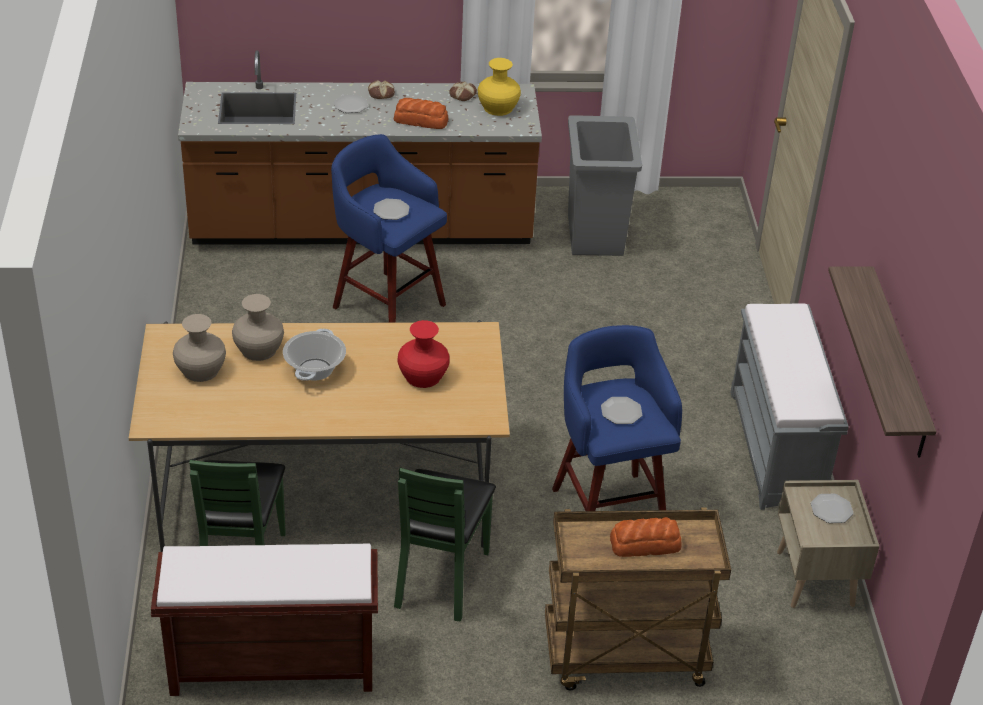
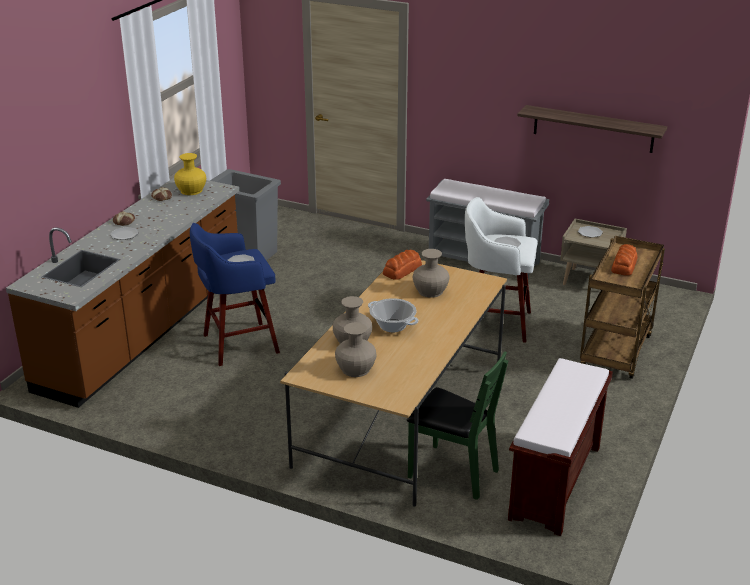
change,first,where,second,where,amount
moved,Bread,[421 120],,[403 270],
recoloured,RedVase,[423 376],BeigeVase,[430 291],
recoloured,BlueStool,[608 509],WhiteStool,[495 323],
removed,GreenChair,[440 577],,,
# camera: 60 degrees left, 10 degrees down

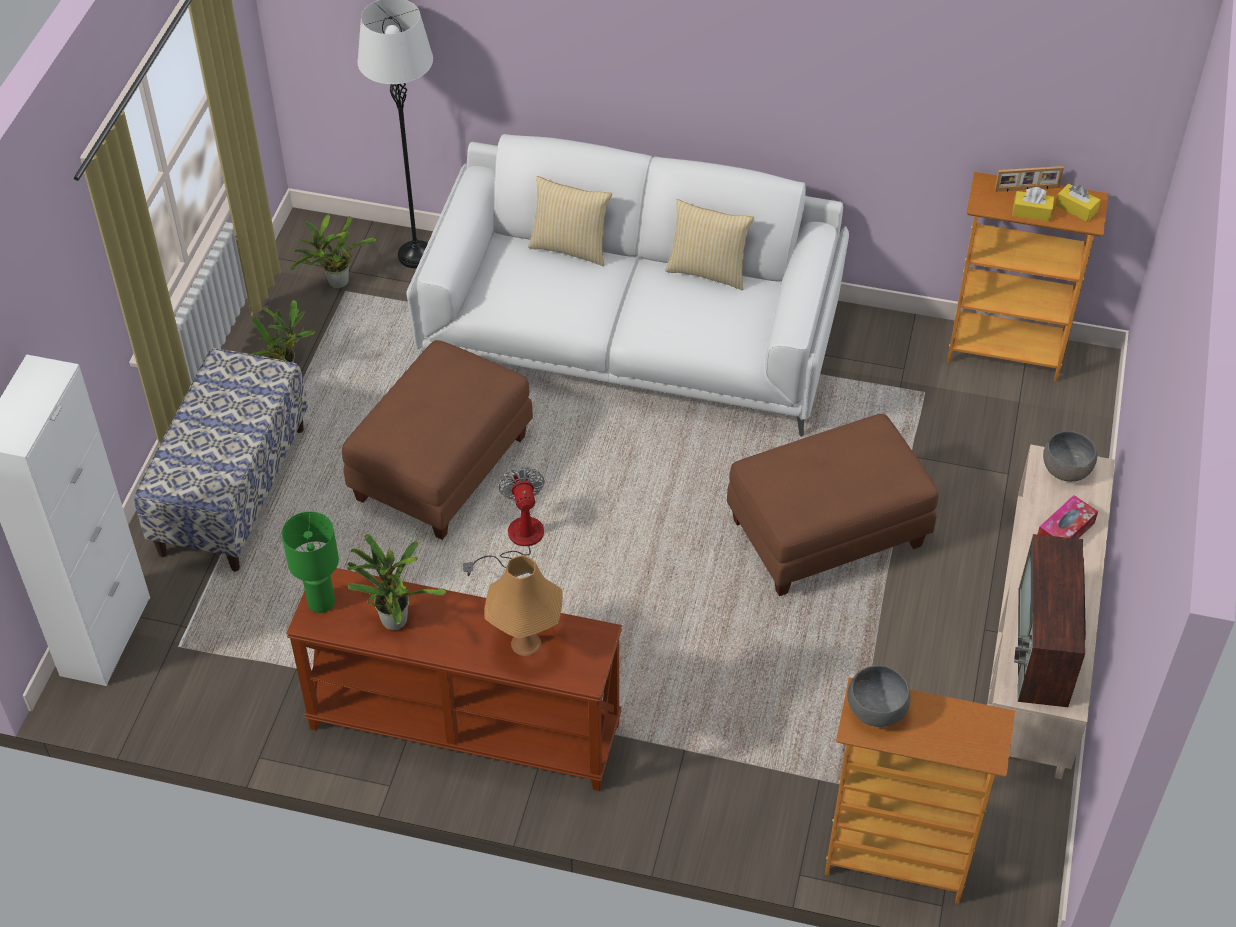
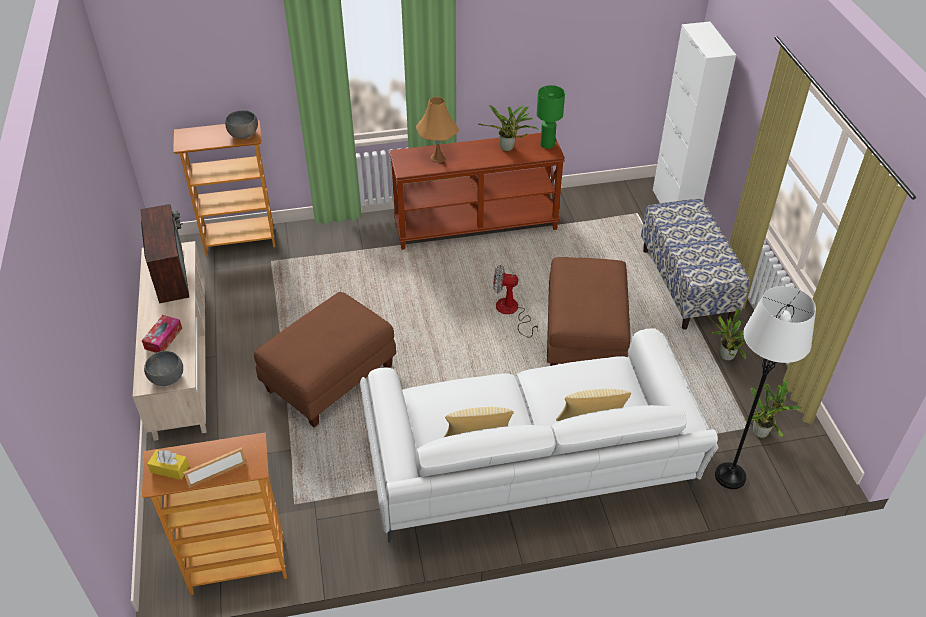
change,first,where,second,where,amount
turned,Fan,[516 541],,[511 312],135 degrees clockwise
removed,YellowTissueBox,[1031 212],,,
# camera: 155 degrees right, 5 degrees down

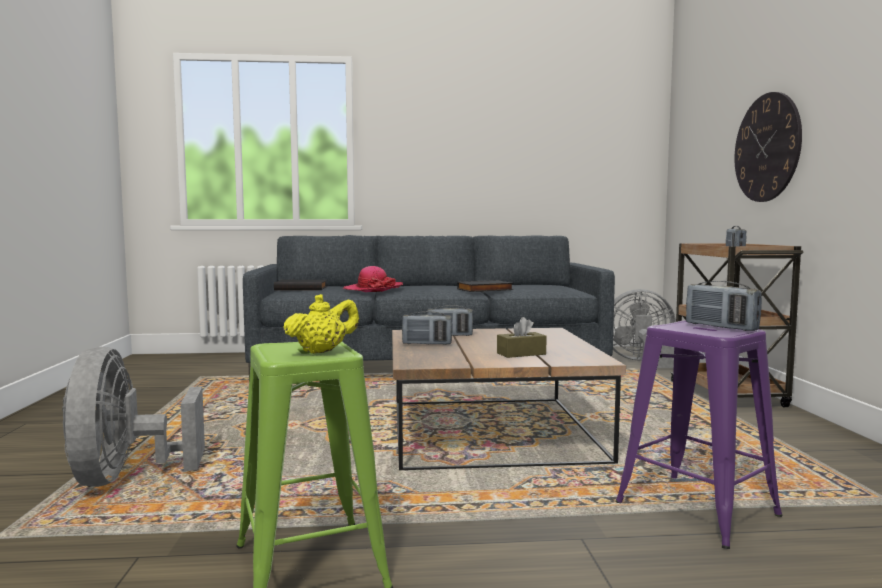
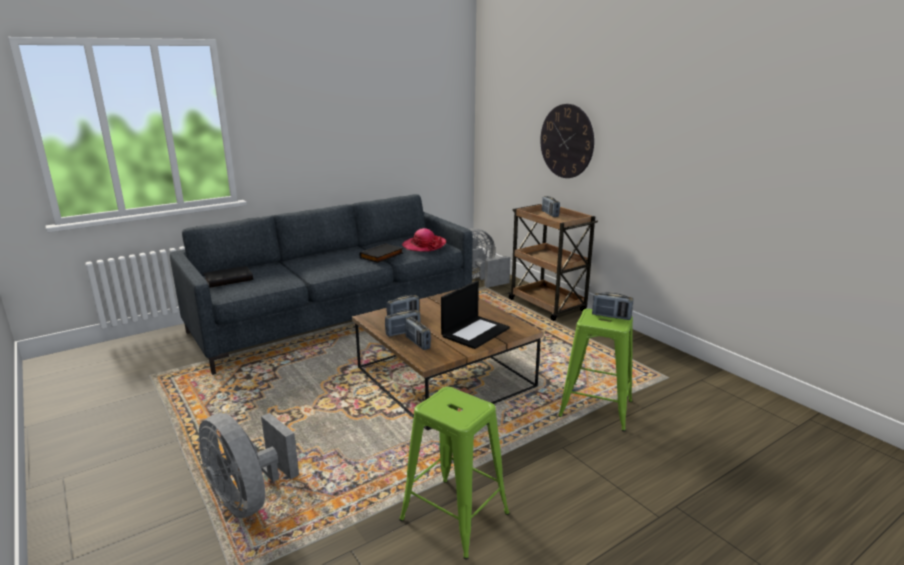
change,first,where,second,where,amount
moved,Hat,[373 289],,[424 245],
added,,,Radio,[417 343],
replaced,BrownTissueBox,[521 354],Laptop,[475 332],
recoloured,PurpleStool,[695 508],GreenStool,[595 408],
removed,YellowTeapot,[322 351],,,
# camera: 30 degrees left, 15 degrees up

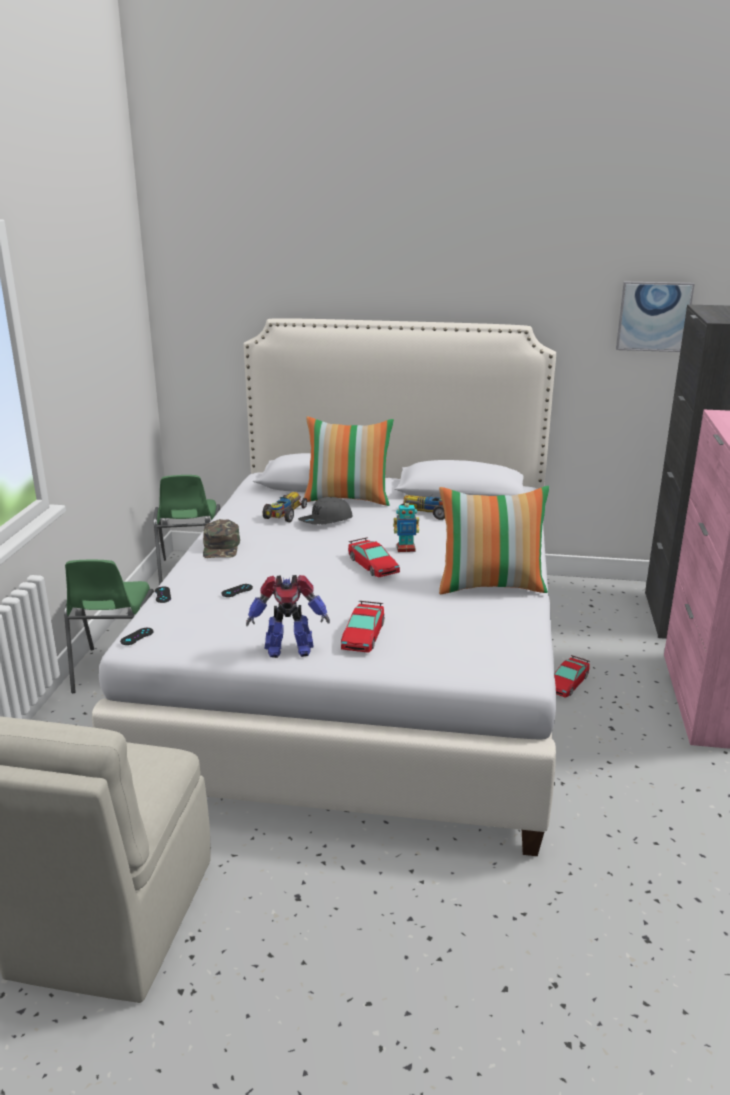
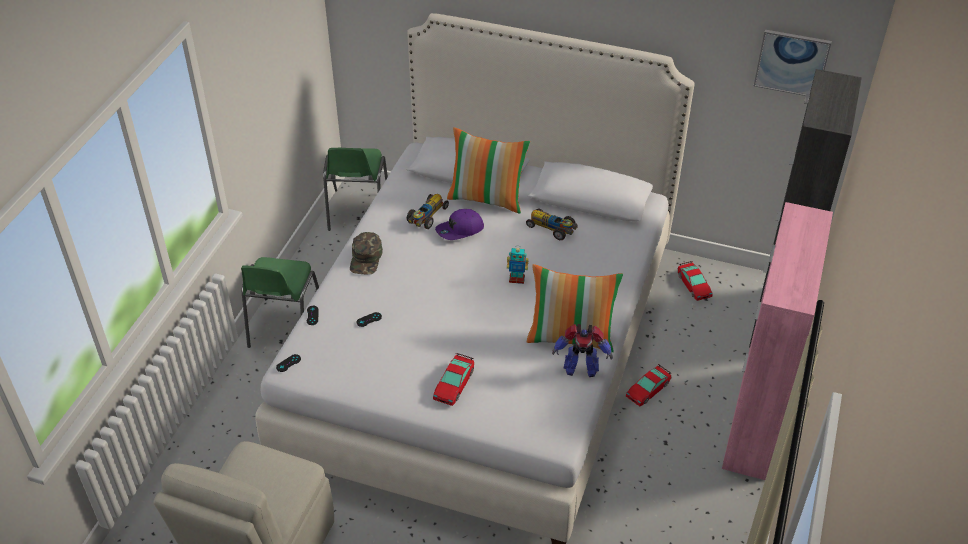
change,first,where,second,where,amount
recoloured,GreyCap,[326 521],PurpleCap,[460 230],
moved,ToyRobot,[288 649],,[580 368],
moved,ToyCar,[372 565],,[693 285],
# camera: 10 degrees right, 20 degrees up

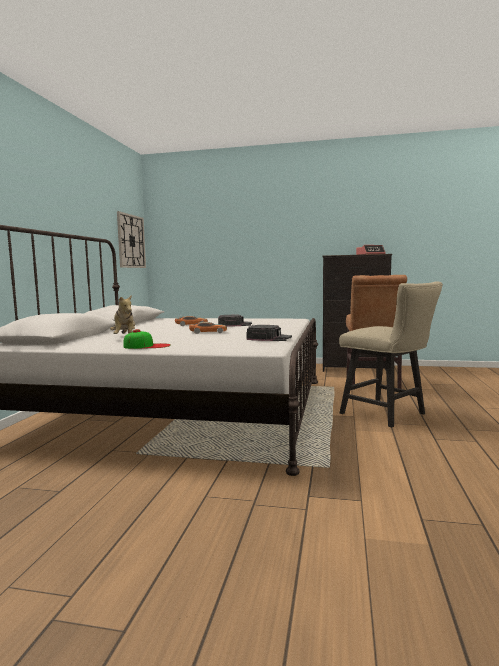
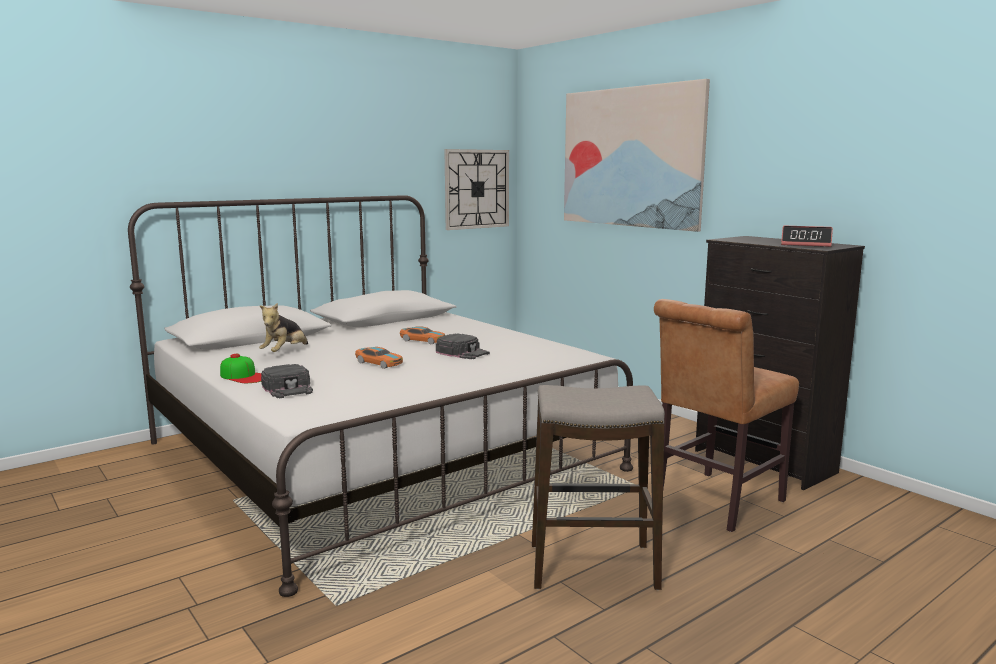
change,first,where,second,where,amount
moved,BlackCap,[269 338],,[288 388],
replaced,BeigeChair,[388 415],Stool,[593 567],
added,,,Picture,[631 157],
# camera: 40 degrees right, 5 degrees up

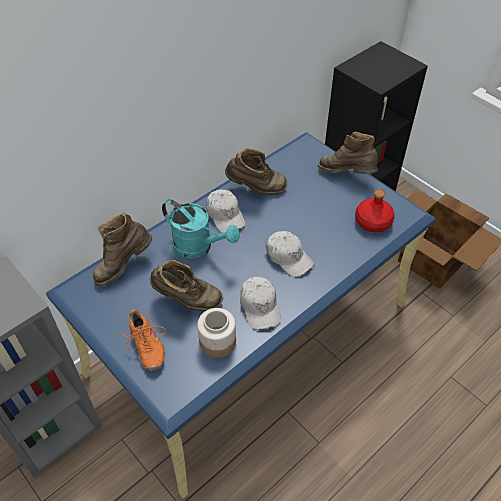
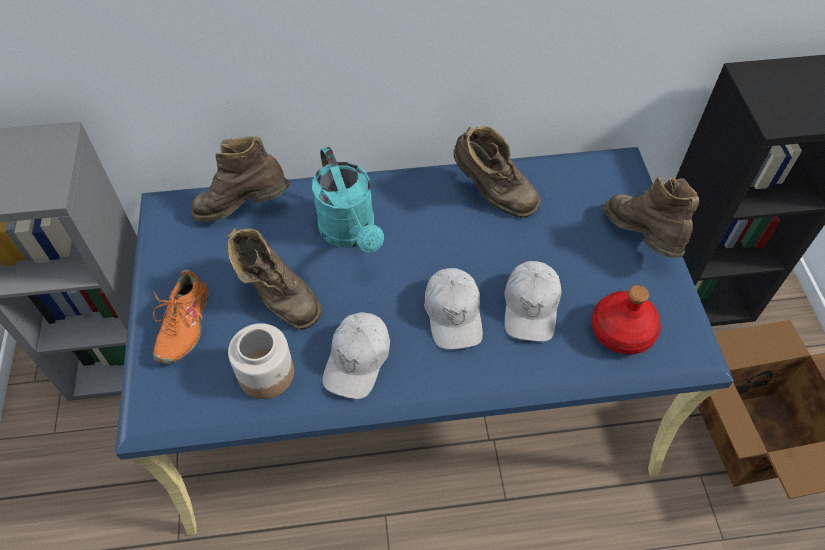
change,first,where,second,where,amount
moved,WhiteCap,[225 215],,[531 306],
# camera: 35 degrees right, 5 degrees up

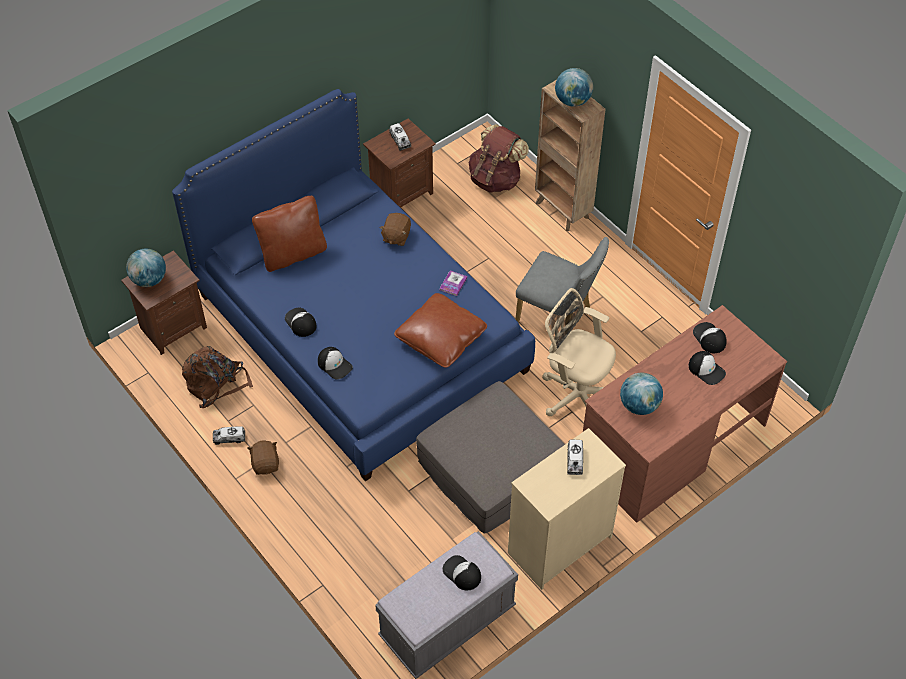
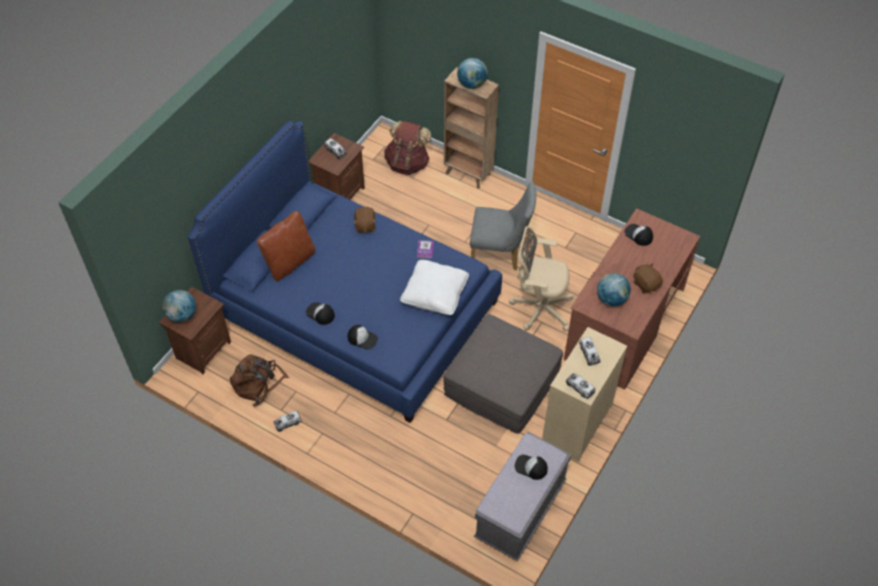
change,first,where,second,where,amount
recoloured,BrownPillow,[441 338],WhitePillow,[435 294],
added,,,ToyTruck,[579 388],
moved,BrownPlushToy,[266 464],,[646 284],
removed,Cap,[706 370],,,
# camera: 20 degrees left, 0 degrees up

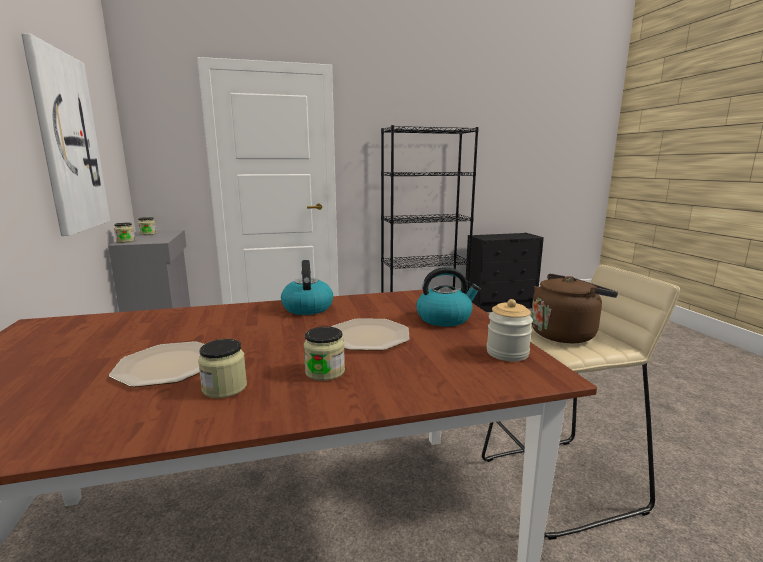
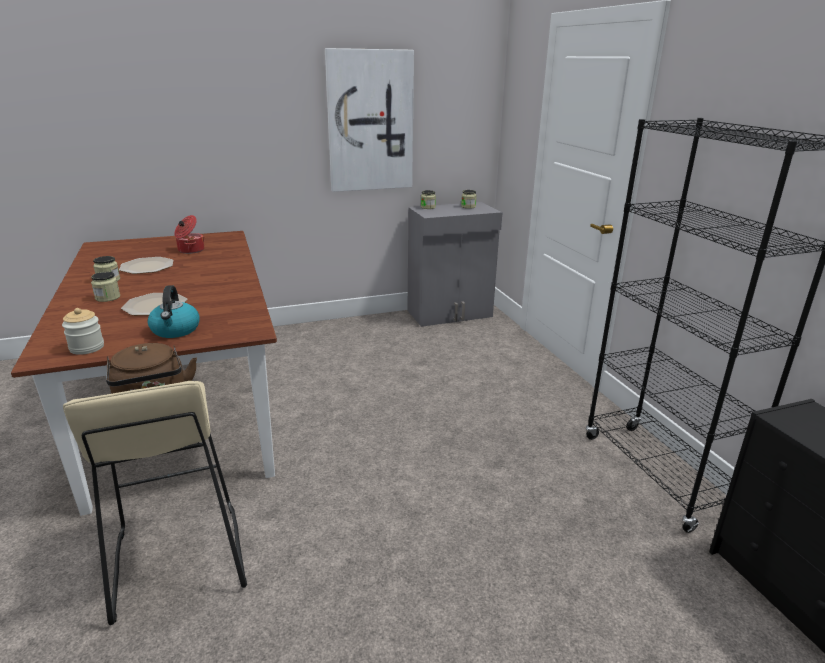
change,first,where,second,where,amount
added,,,CookingPot,[190 250],
removed,Kettle,[307 308],,,
# camera: 85 degrees right, 10 degrees up

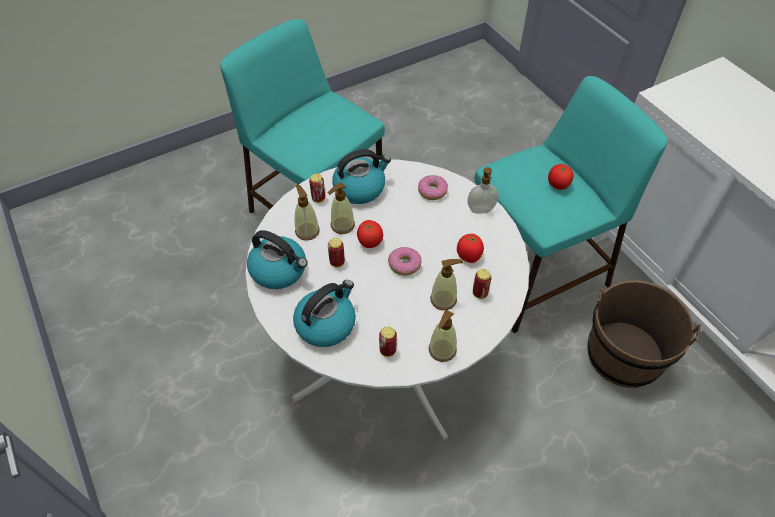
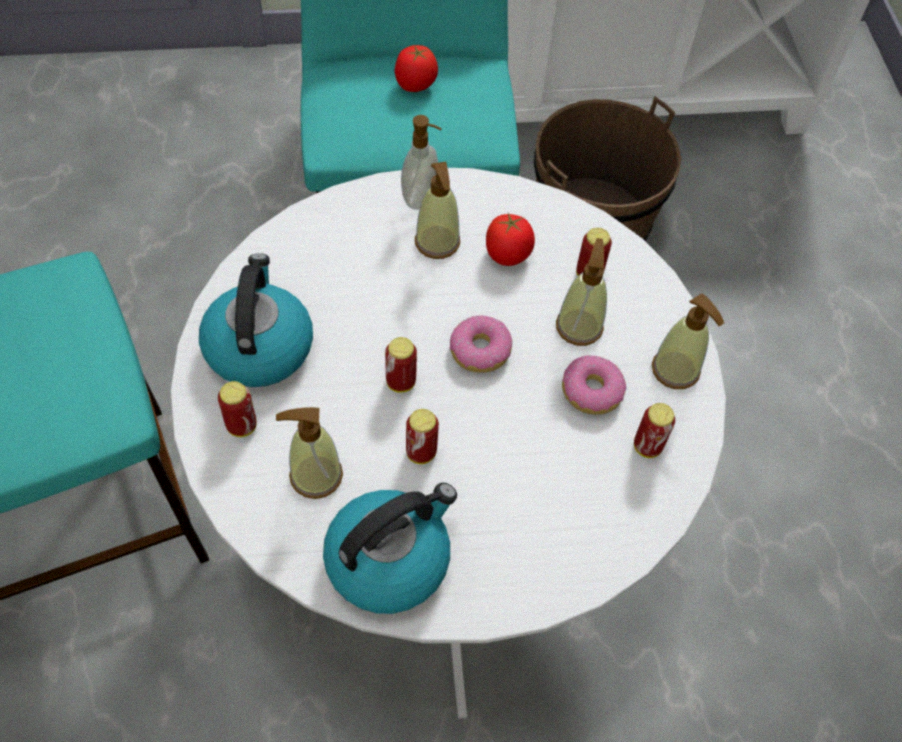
change,first,where,second,where,amount
replaced,Tomato,[369 242],Can,[401 382],
moved,SoapDispenser,[342 225],,[437 242],
moved,Donut,[432 191],,[592 391],
removed,Kettle,[326 324],,,
# camera: 70 degrees left, 5 degrees up

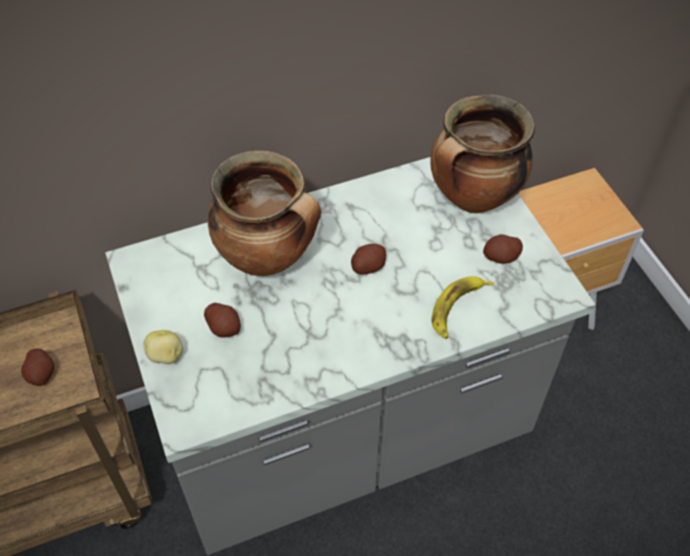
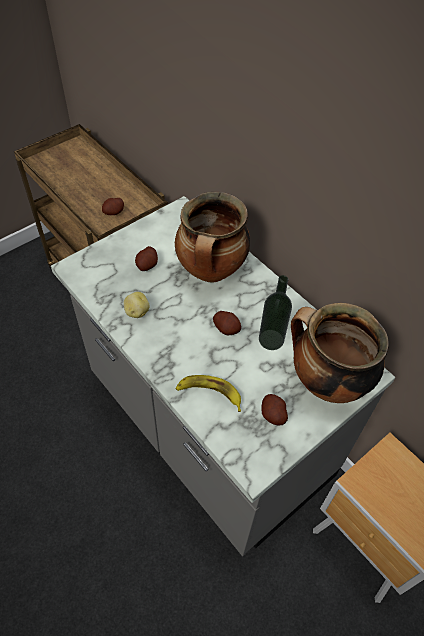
change,first,where,second,where,amount
moved,Potato,[166 356],,[136 312],
added,,,Bottle,[271 339],
# camera: 70 degrees right, 0 degrees up

